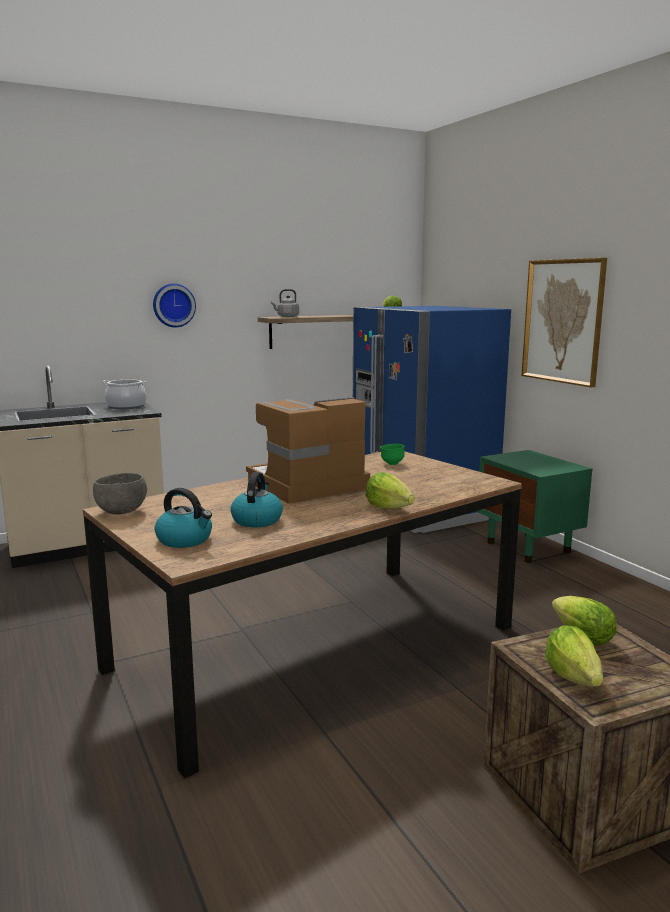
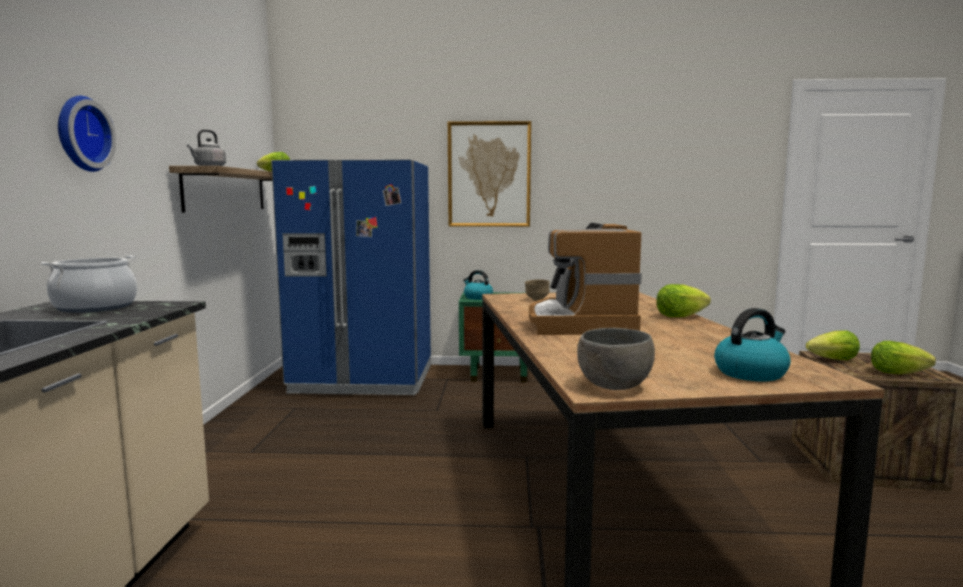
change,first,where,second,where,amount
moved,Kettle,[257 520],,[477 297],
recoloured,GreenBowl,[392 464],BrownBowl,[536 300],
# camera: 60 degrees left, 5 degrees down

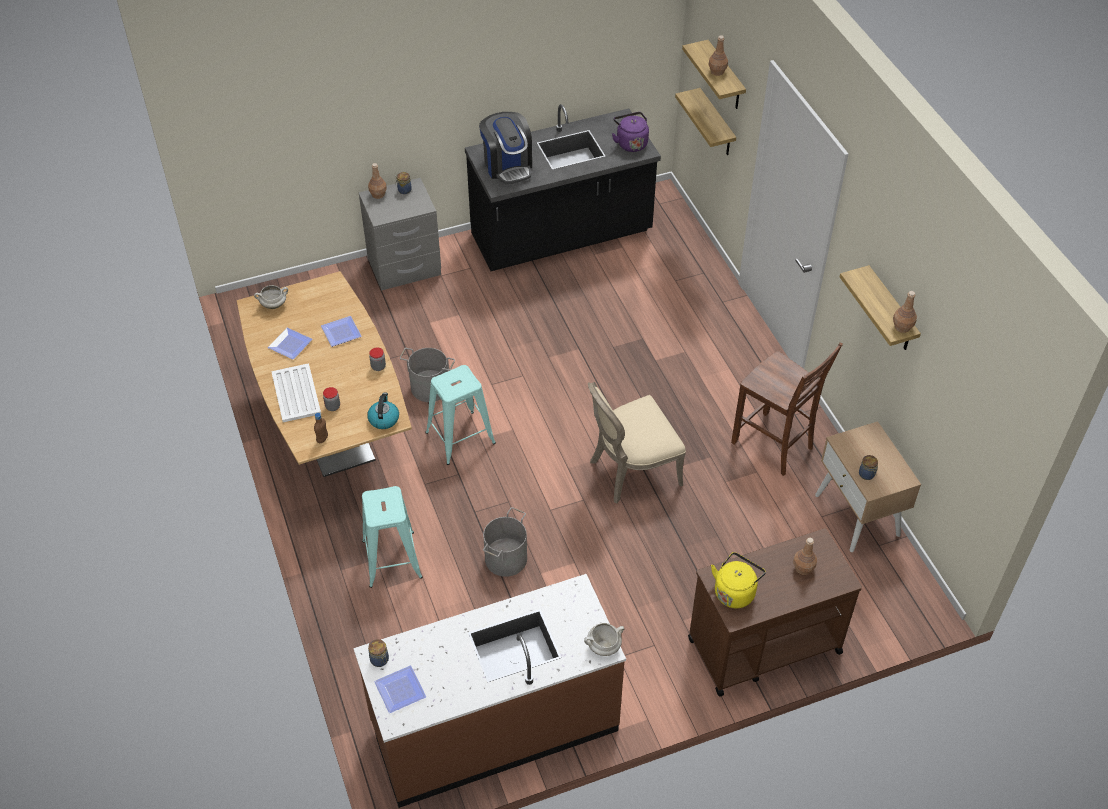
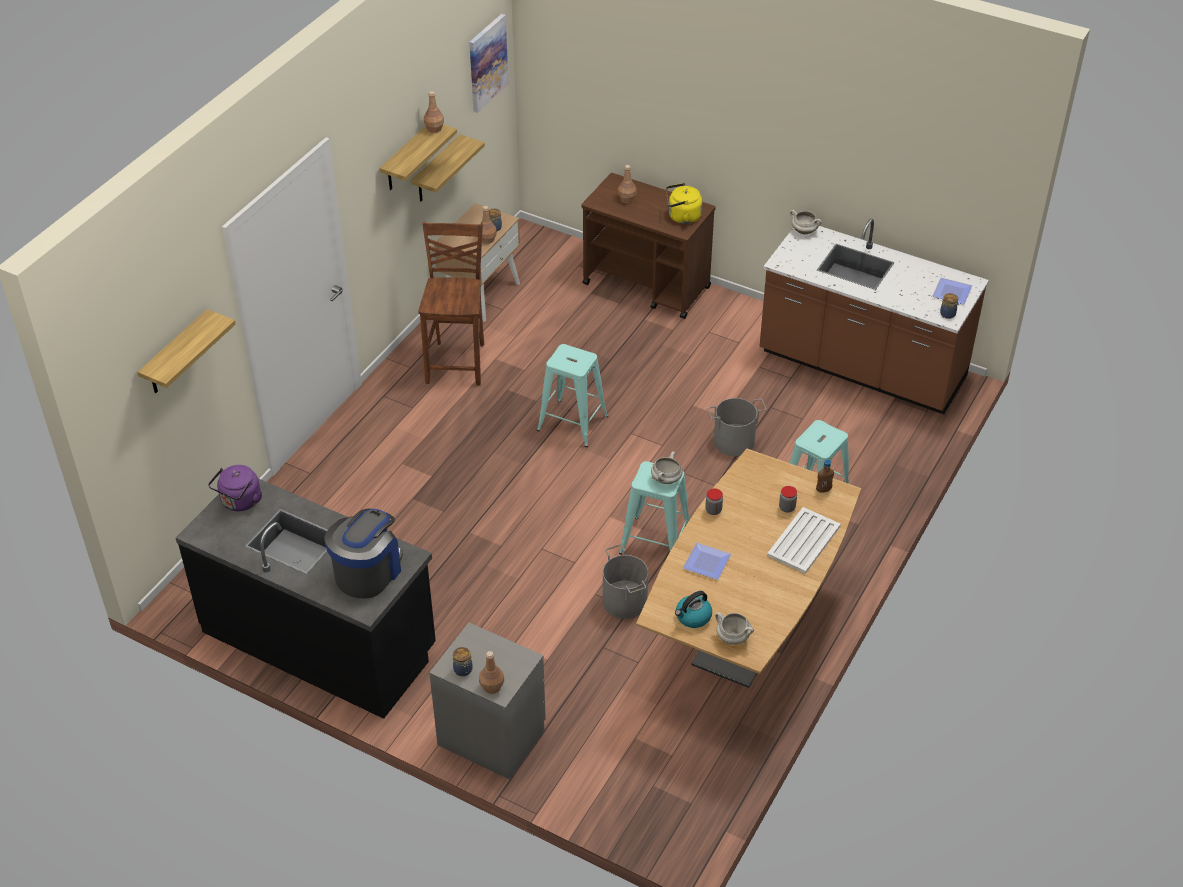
change,first,where,second,where,amount
moved,Shelf,[716 124],,[436 170],
added,,,Picture,[487 62],
moved,BrownBottle,[717 72],,[487 240],
replaced,BeigeChair,[630 471],TurquoiseStool,[572 423],
added,,,WhiteCookingPot,[666 479],
moved,Kettle,[383 419],,[693 617],
removed,Plate,[290 346],,,
# camera: 130 degrees left, 5 degrees down

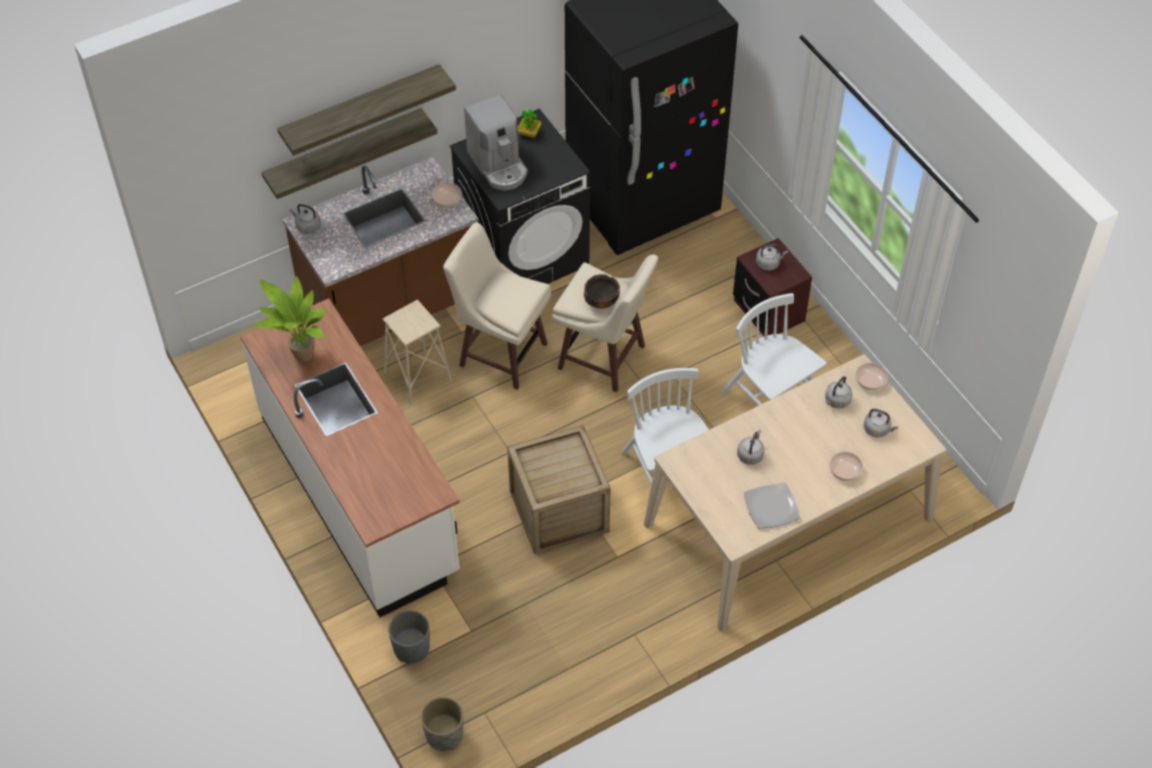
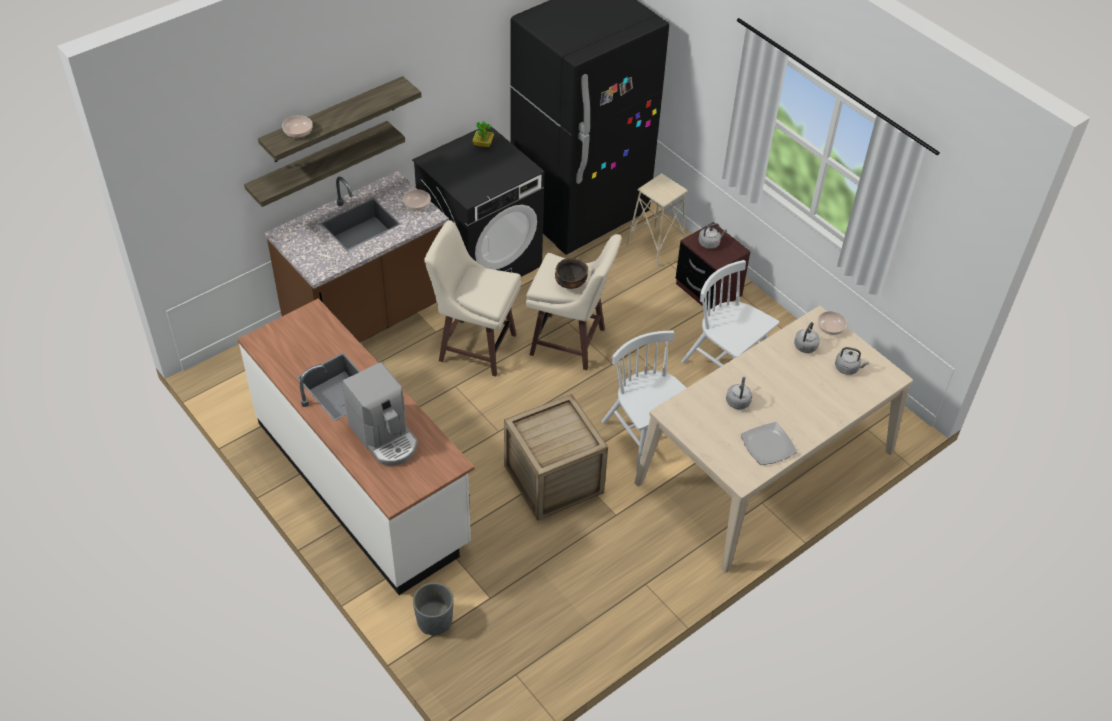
change,first,where,second,where,amount
moved,Bowl,[845 471],,[298 132],
moved,CoffeeMachine,[499 165],,[385 437],
moved,BeigeStool,[417 377],,[655 246],
removed,PottedPlant,[301 358],,,
removed,GreyKettle,[307 226],,,
removed,GreyPlanter,[444 735],,,
# camera: 10 degrees left, 5 degrees down

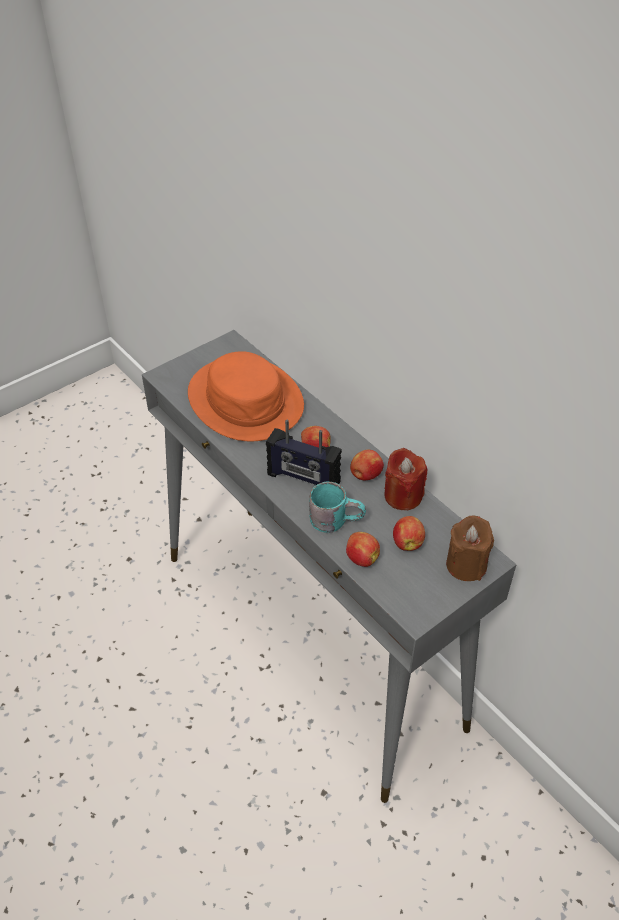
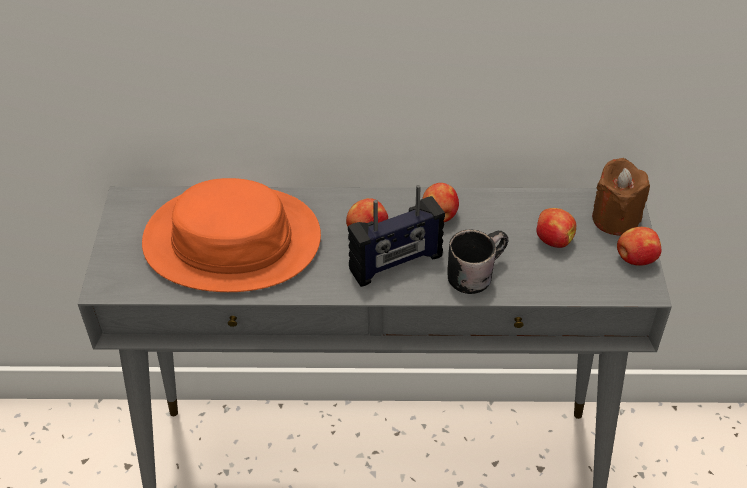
change,first,where,second,where,amount
recoloured,TurquoiseMug,[335 519],BlackMug,[474 271],
moved,Apple,[361 558],,[635 259],
removed,RedCandle,[403 496],,,
# camera: 50 degrees left, 0 degrees up

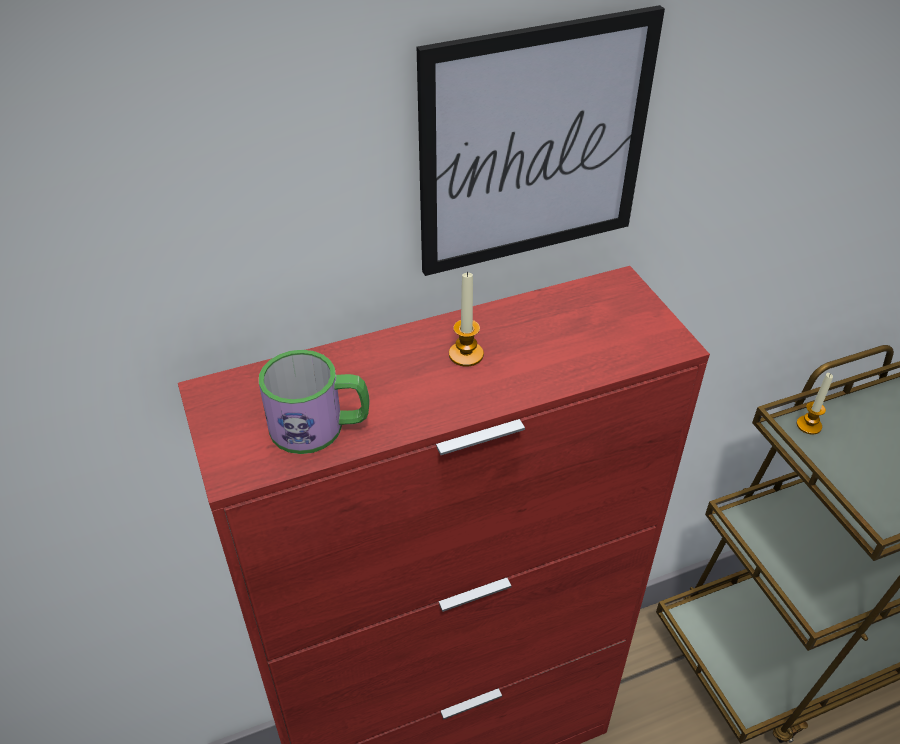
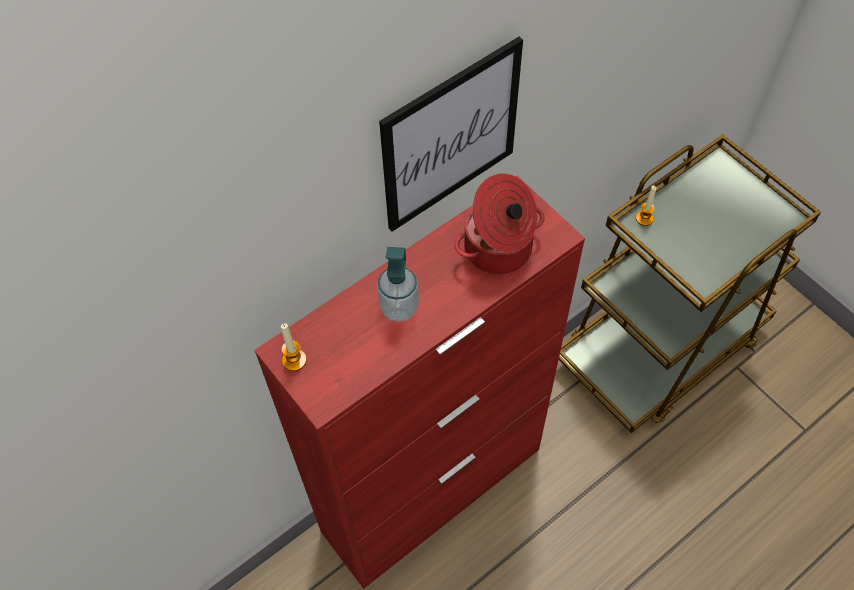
change,first,where,second,where,amount
moved,Candle,[466 354],,[294 360],
added,,,SoapDispenser,[399 308],
added,,,CookingPot,[499 250],
removed,Mug,[320 426],,,
# camera: 15 degrees left, 15 degrees up

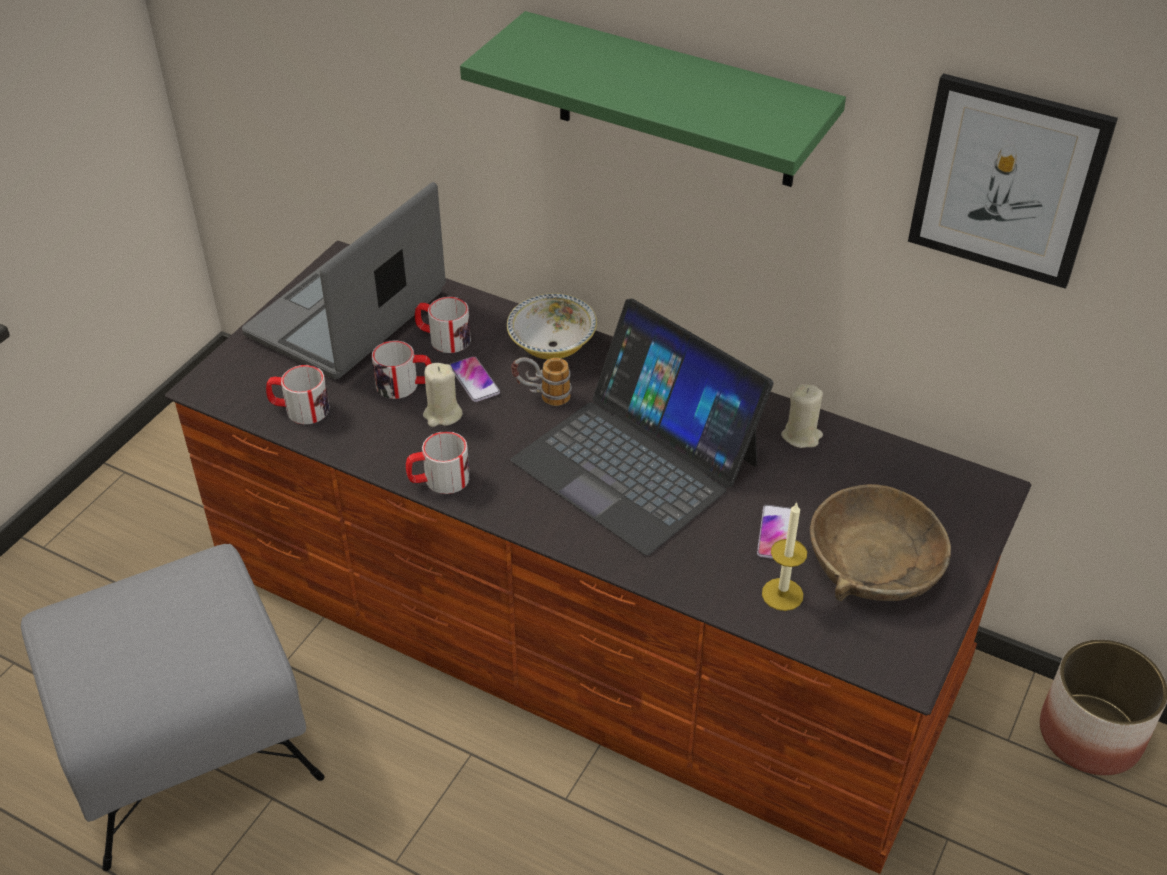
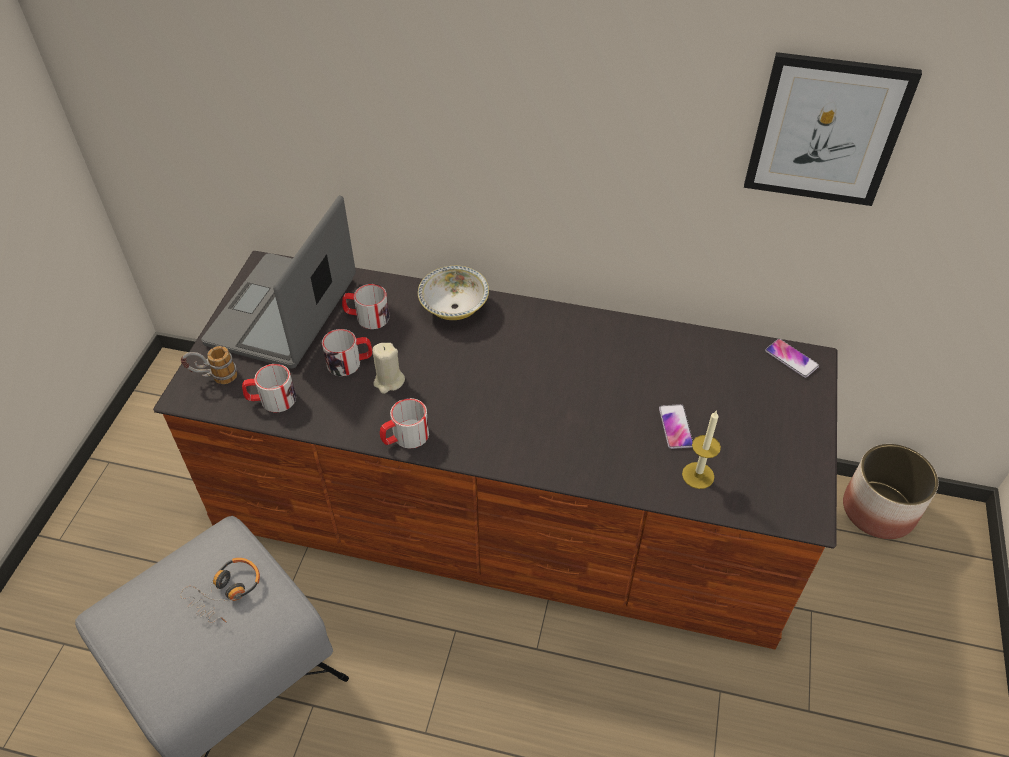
change,first,where,second,where,amount
added,,,Headphones,[226 593],
moved,Mug,[542 396],,[214 378],
moved,Phone,[474 380],,[791 359],
removed,GreenShelf,[676 102],,,
removed,Laptop,[636 461],,,
removed,BeigeCandle,[801 436],,,
removed,BrownBowl,[875 562],,,
# camera: 15 degrees left, 5 degrees up

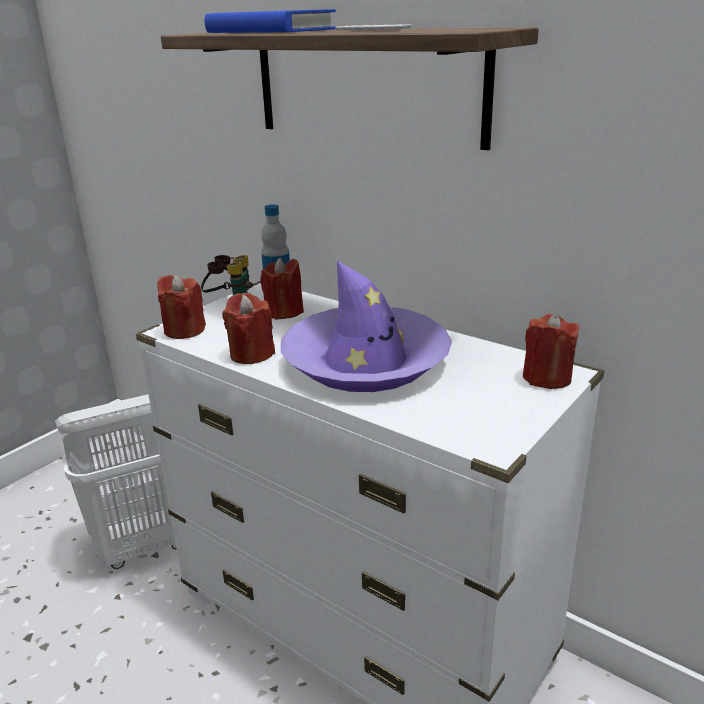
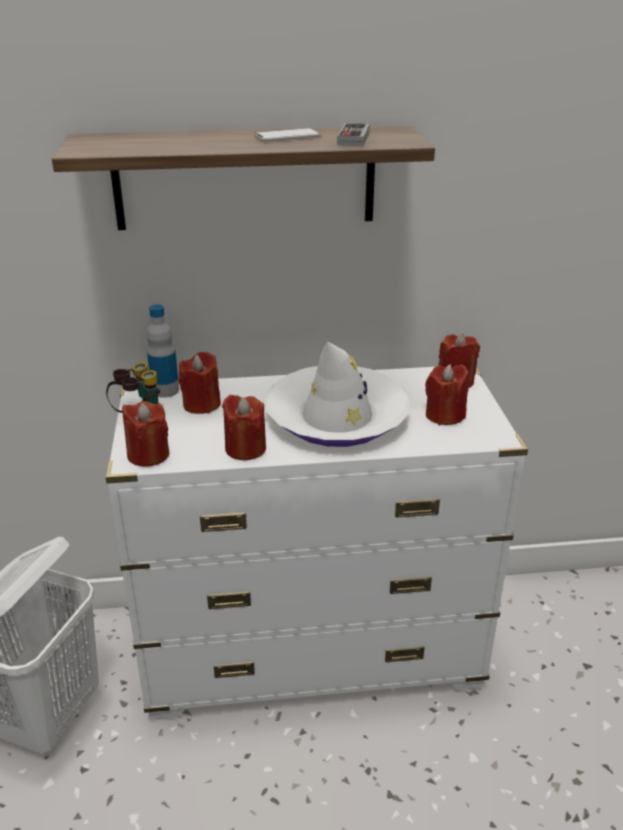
change,first,where,second,where,amount
recoloured,PurpleHat,[366 362],WhiteHat,[337 418],
added,,,GameController,[353 138],
added,,,RedCandle,[444 415],
removed,BlueBook,[270 31],,,
# camera: 45 degrees left, 5 degrees up

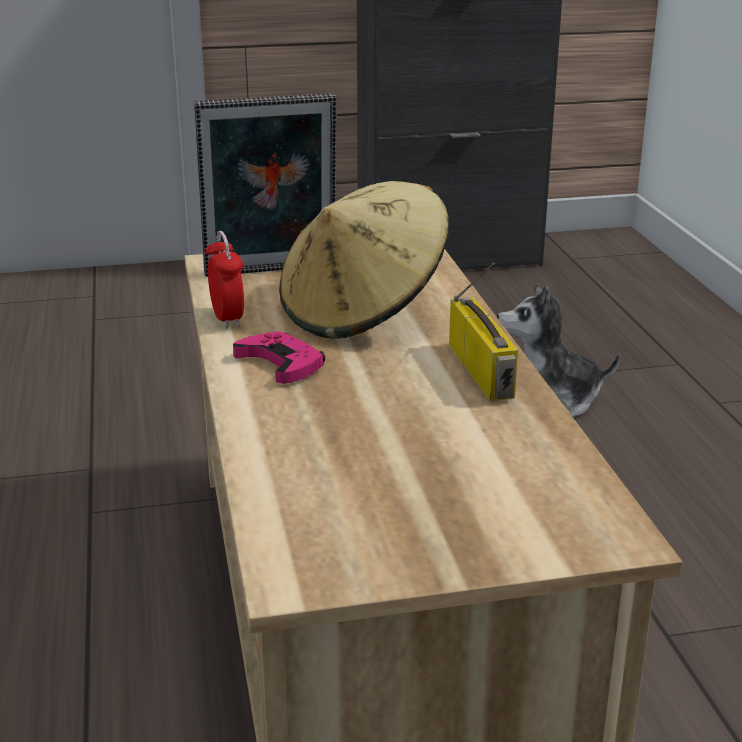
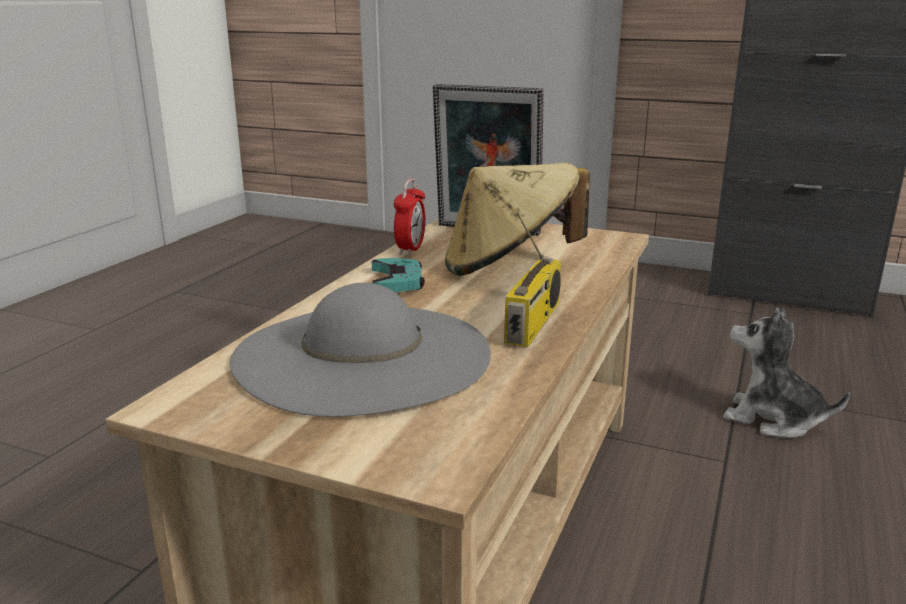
change,first,where,second,where,amount
added,,,GreyHat,[362 355],
recoloured,PinkGameController,[281 364],TurquoiseGameController,[397 281],
# camera: 35 degrees right, 5 degrees down

